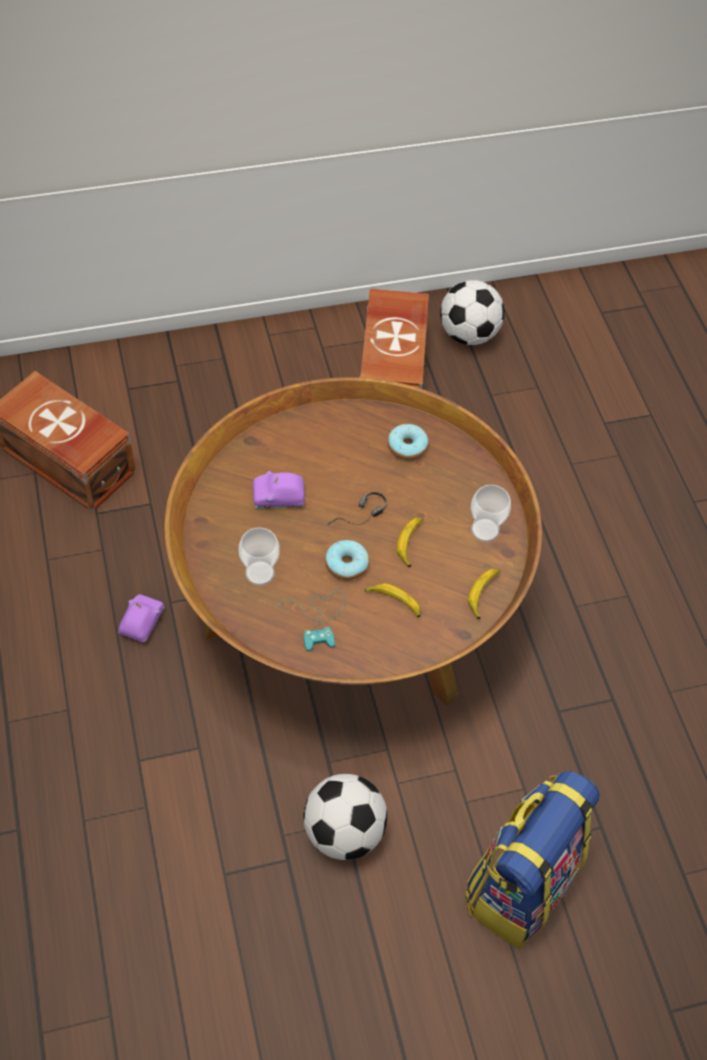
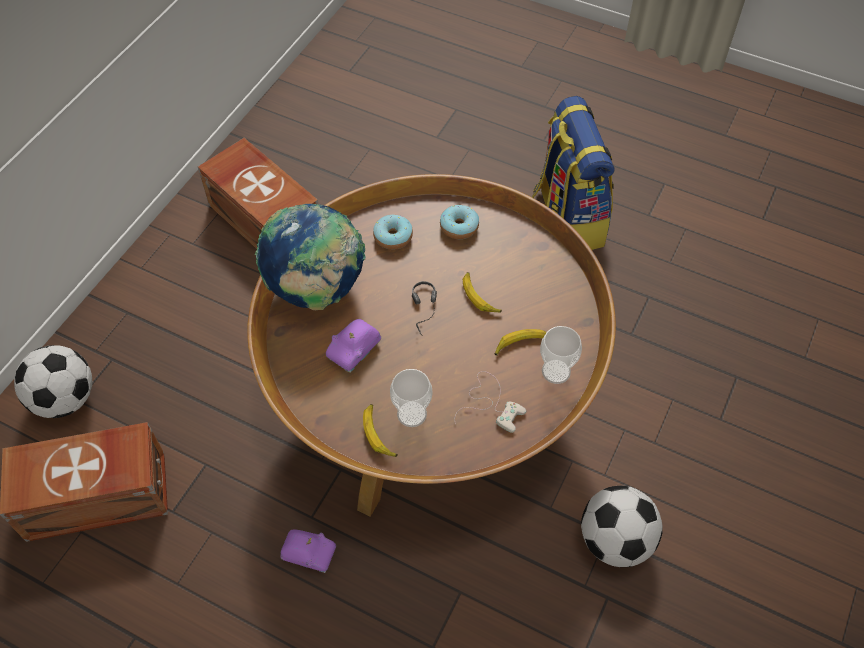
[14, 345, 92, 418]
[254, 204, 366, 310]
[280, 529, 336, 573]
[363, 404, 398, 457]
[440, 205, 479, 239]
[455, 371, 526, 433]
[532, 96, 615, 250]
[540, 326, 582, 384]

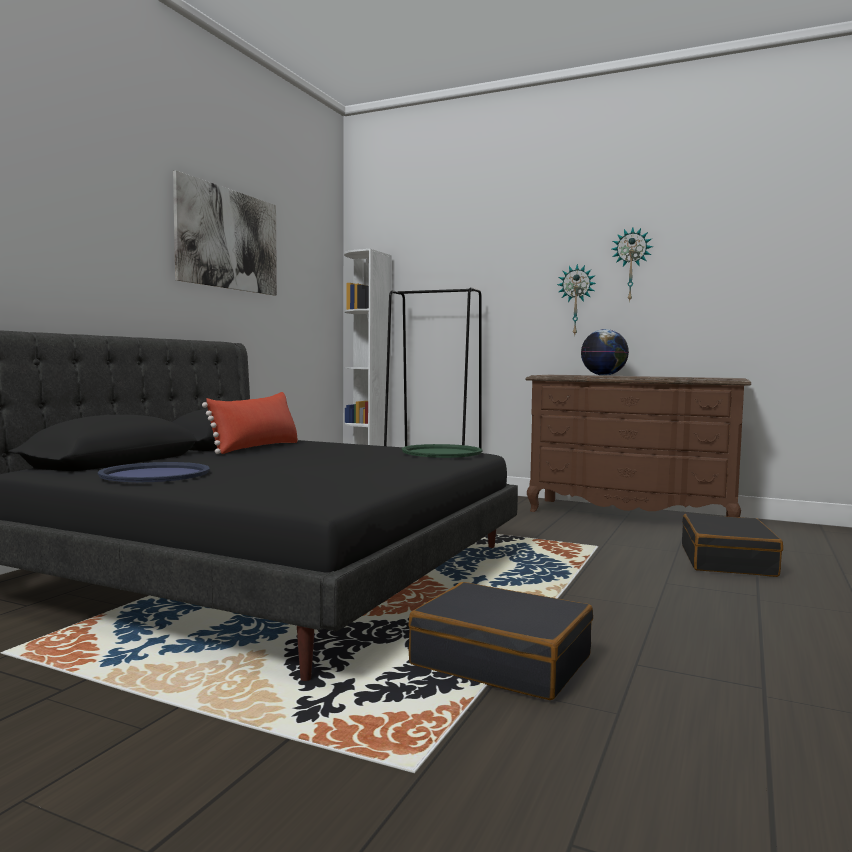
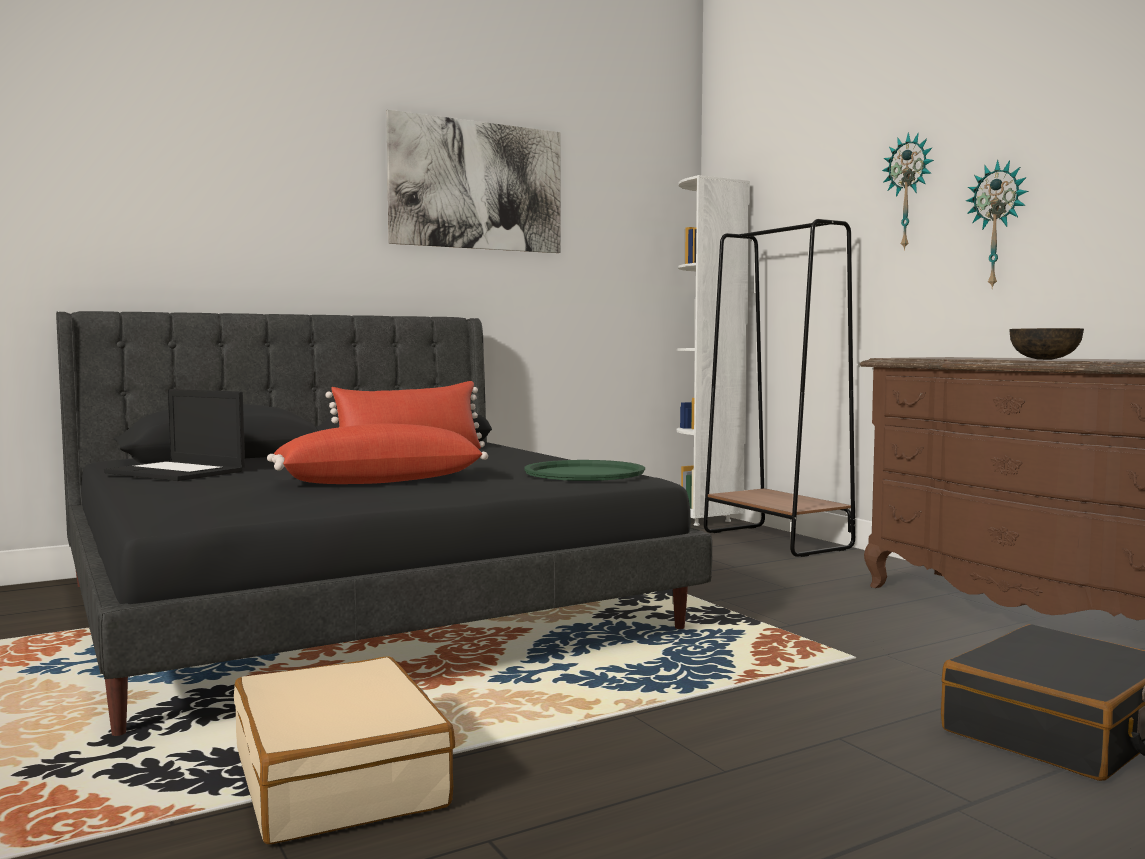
[104, 389, 245, 481]
[234, 656, 455, 844]
[267, 424, 488, 484]
[882, 132, 934, 251]
[1009, 328, 1084, 360]
[581, 329, 629, 376] (first image)

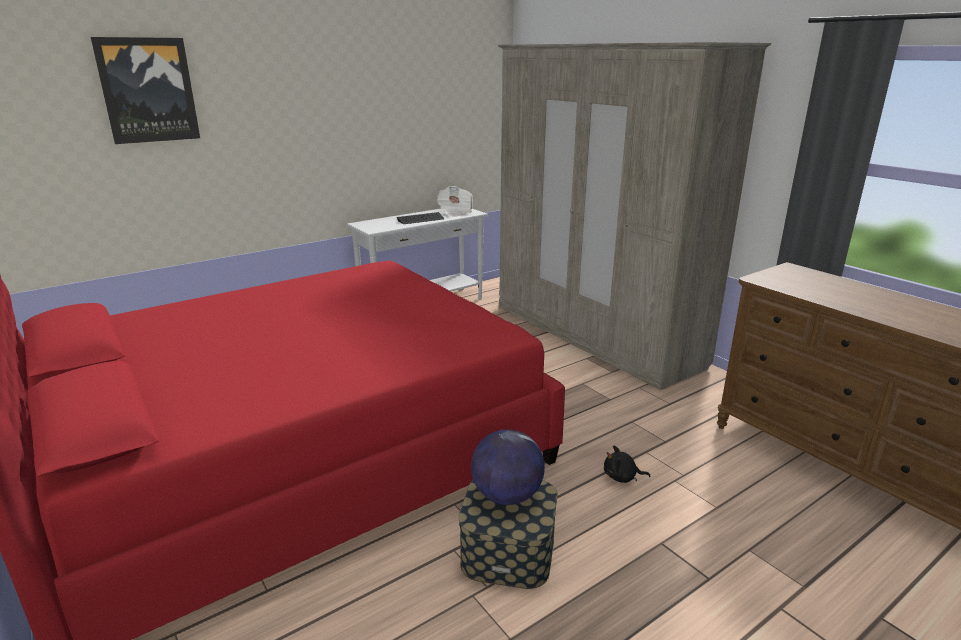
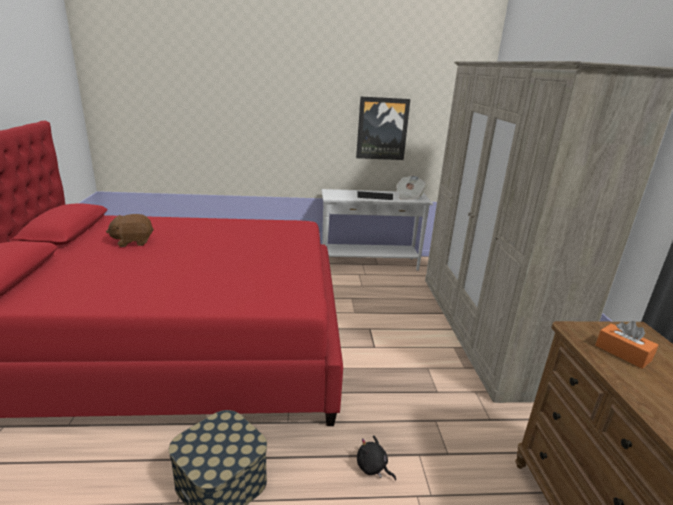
[106, 214, 154, 247]
[356, 97, 411, 160]
[595, 321, 659, 369]
[471, 429, 545, 505] (first image)

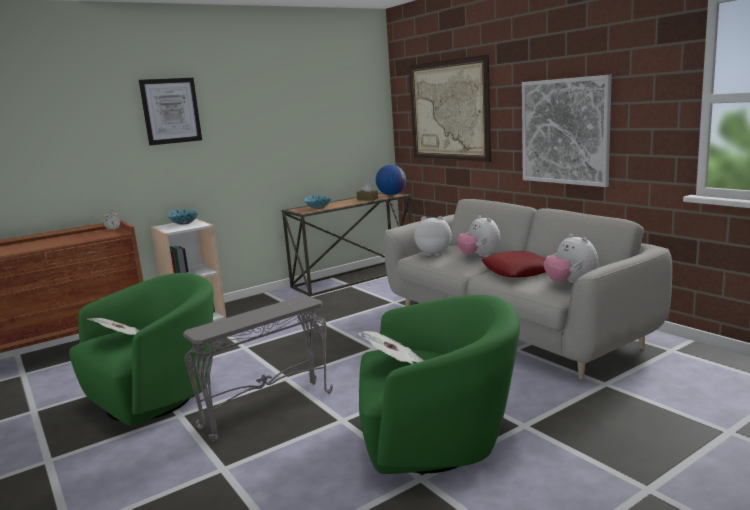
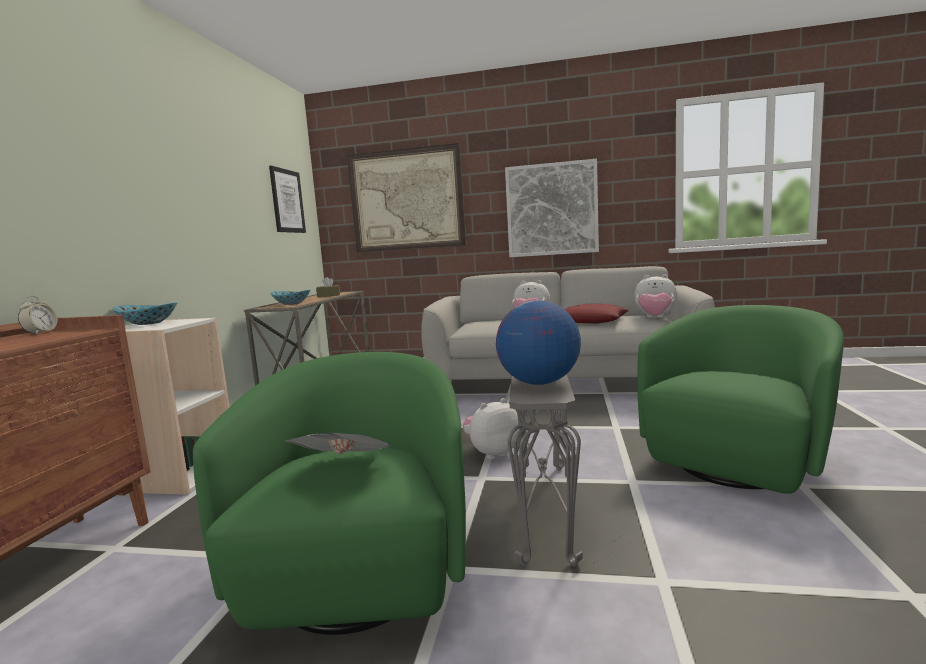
[269, 166, 306, 233]
[463, 398, 520, 459]
[496, 300, 581, 385]
[358, 331, 424, 364] (first image)

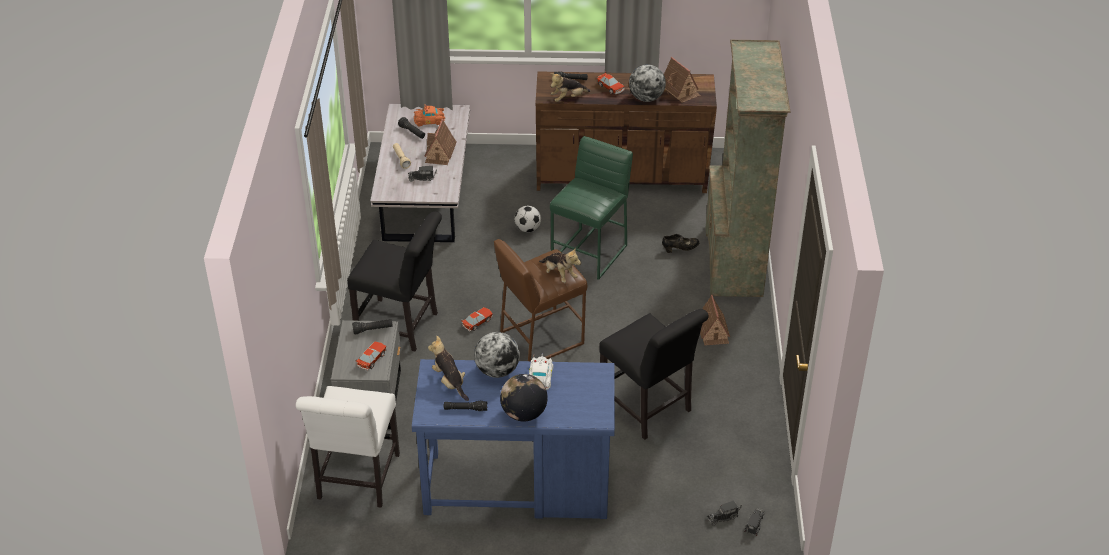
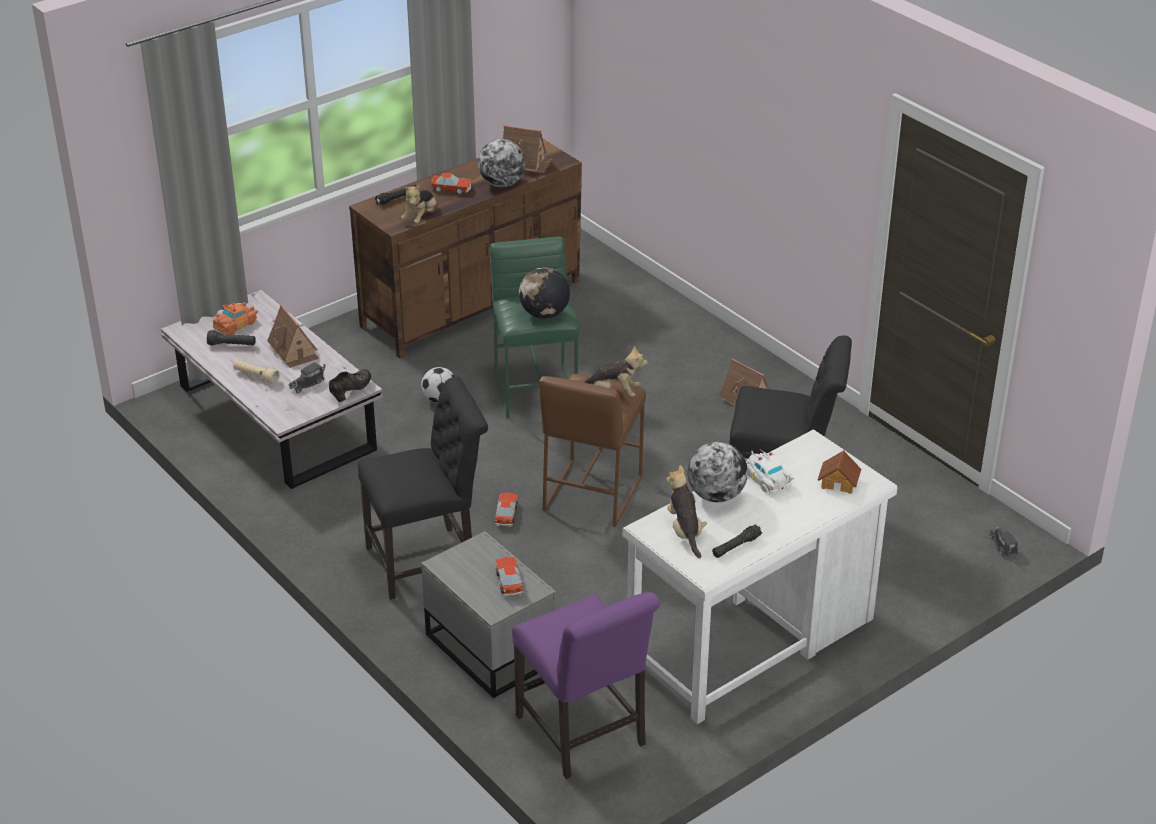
[329, 369, 371, 402]
[512, 592, 660, 779]
[519, 267, 570, 319]
[622, 429, 897, 724]
[666, 465, 707, 558]
[818, 450, 861, 494]
[352, 319, 393, 335] (first image)
[706, 40, 791, 297] (first image)
[707, 500, 742, 525] (first image)

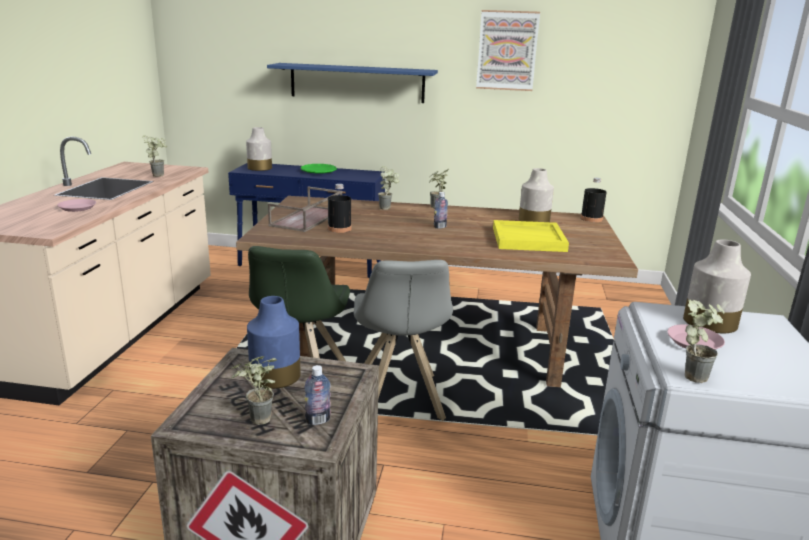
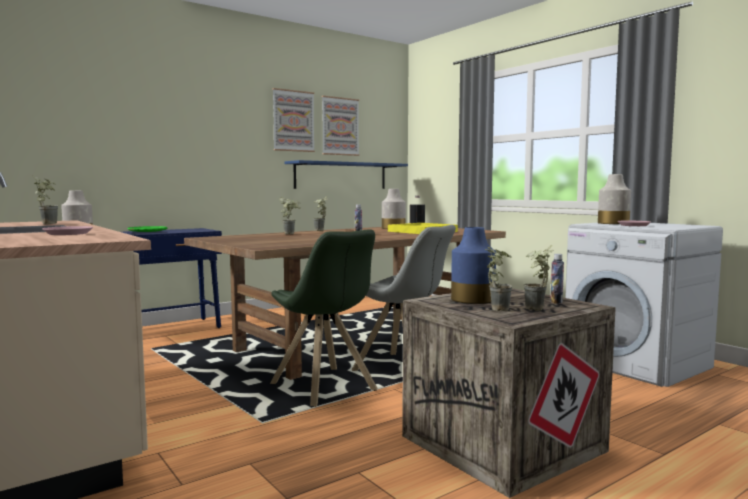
[285, 160, 408, 189]
[322, 96, 359, 156]
[485, 246, 513, 311]
[268, 186, 342, 232] (first image)
[328, 184, 352, 233] (first image)

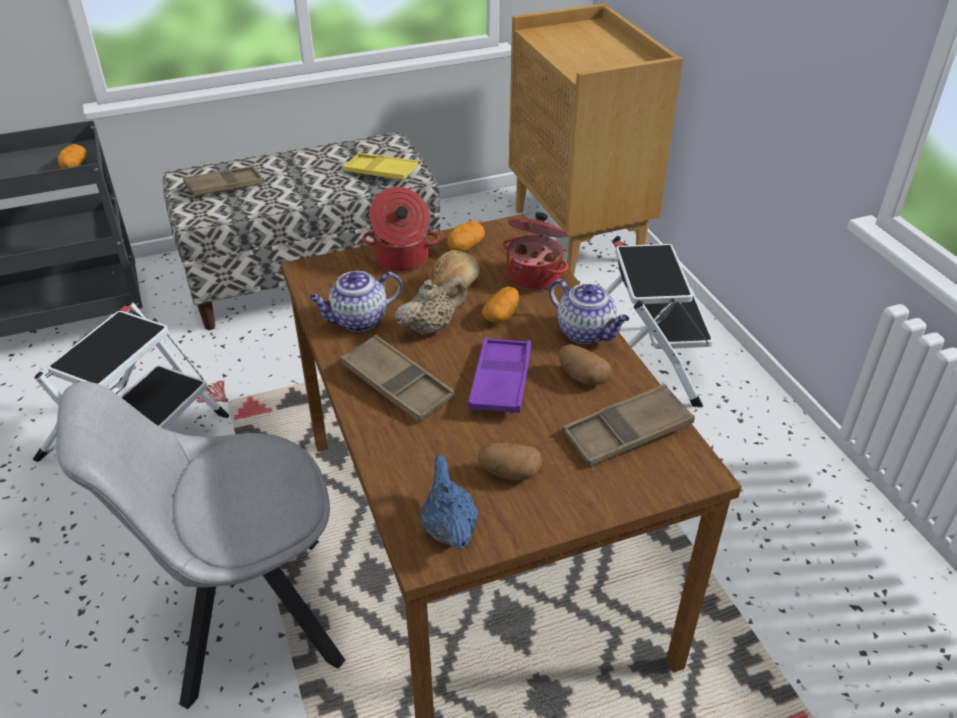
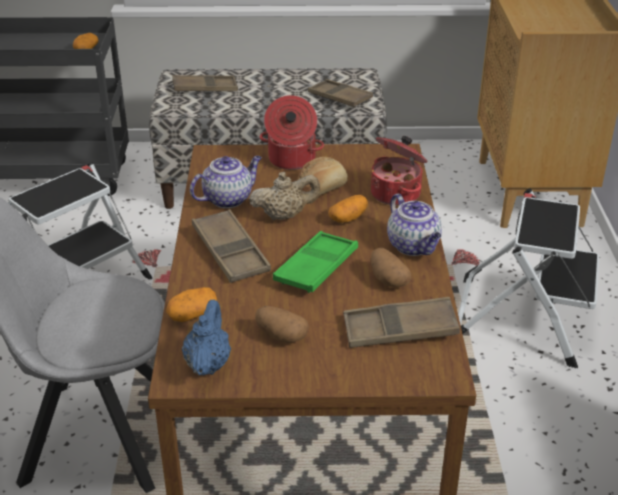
[166, 287, 217, 322]
[190, 156, 262, 208]
[273, 231, 358, 293]
[308, 79, 373, 108]

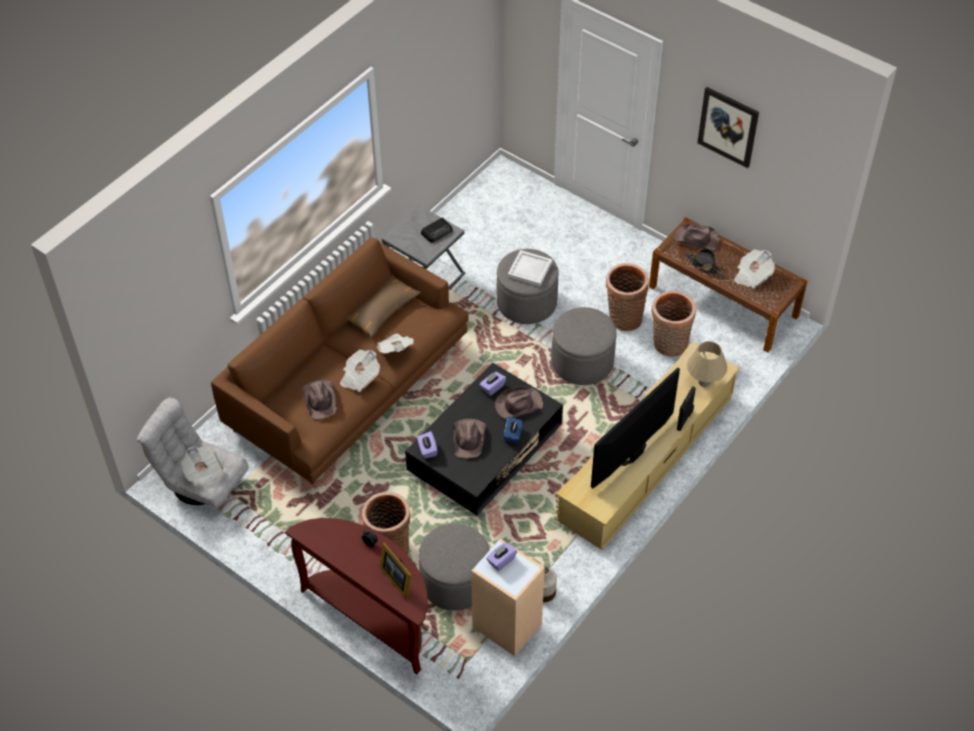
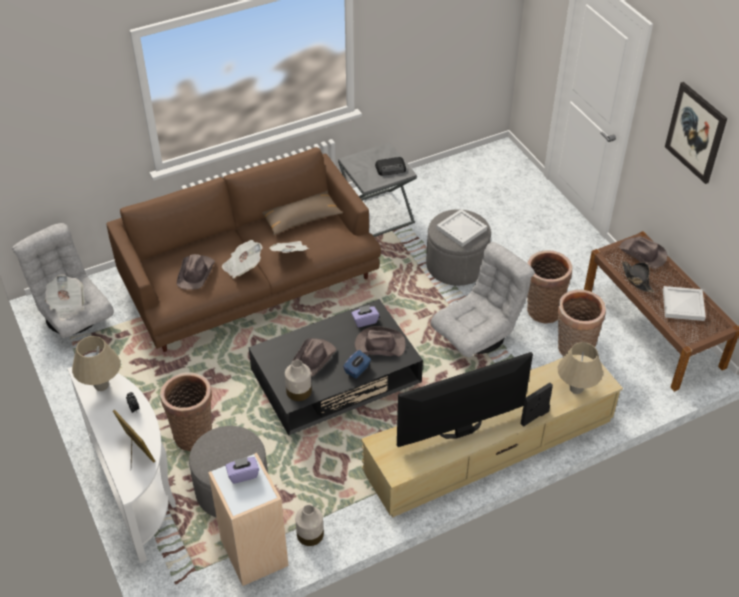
[67, 367, 176, 563]
[72, 336, 120, 391]
[113, 410, 155, 467]
[285, 360, 312, 401]
[431, 242, 535, 357]
[663, 286, 706, 321]
[417, 431, 438, 459] (first image)

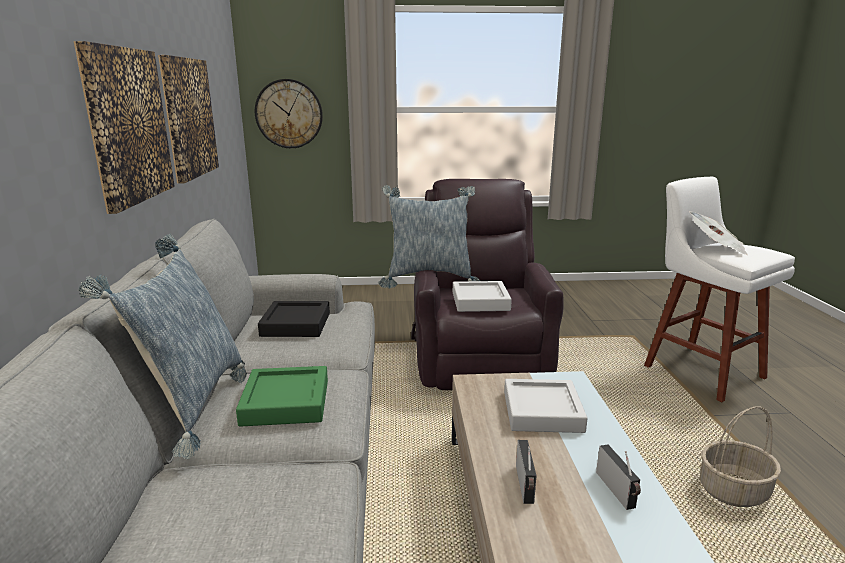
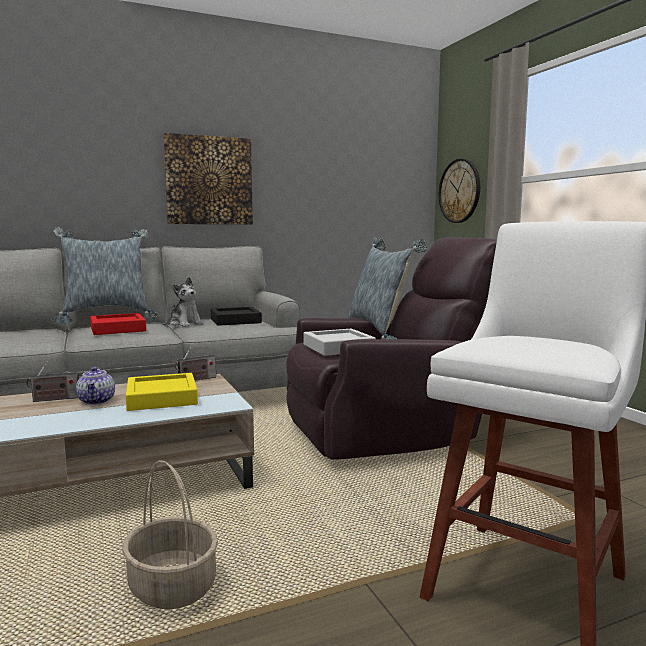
[76, 367, 115, 405]
[90, 313, 146, 335]
[126, 373, 198, 411]
[170, 277, 203, 327]
[174, 347, 216, 381]
[158, 55, 219, 184] (first image)
[689, 211, 748, 255] (first image)

